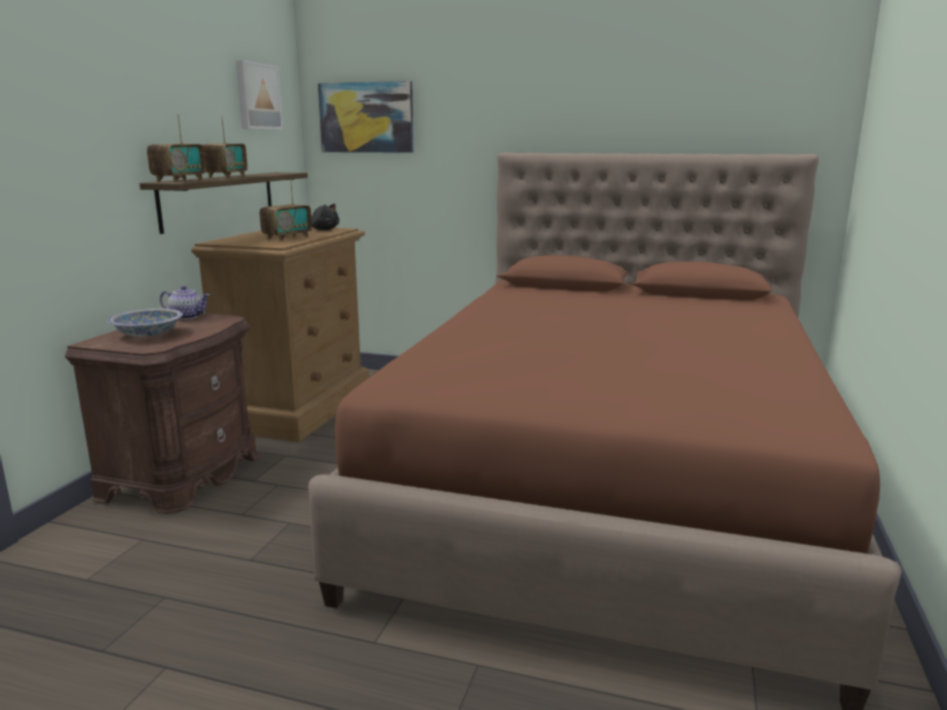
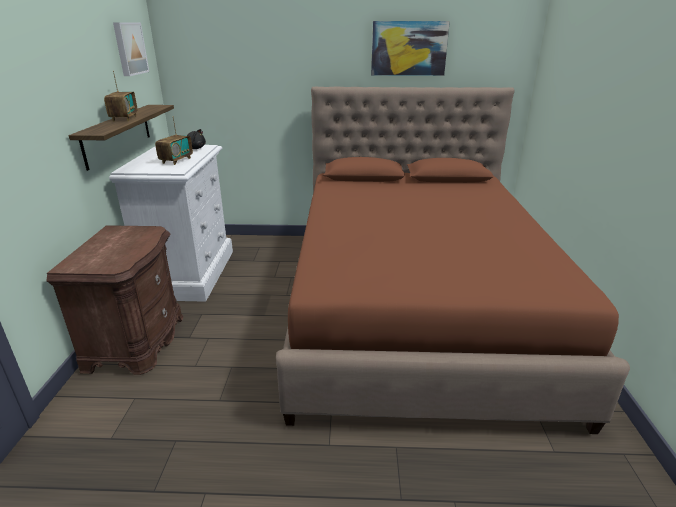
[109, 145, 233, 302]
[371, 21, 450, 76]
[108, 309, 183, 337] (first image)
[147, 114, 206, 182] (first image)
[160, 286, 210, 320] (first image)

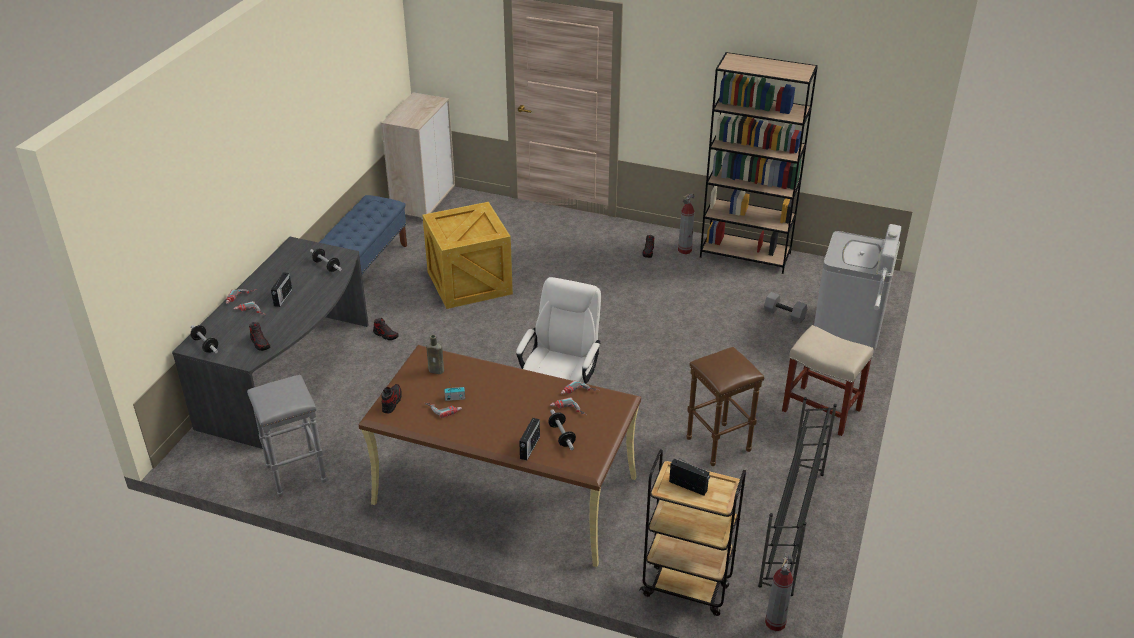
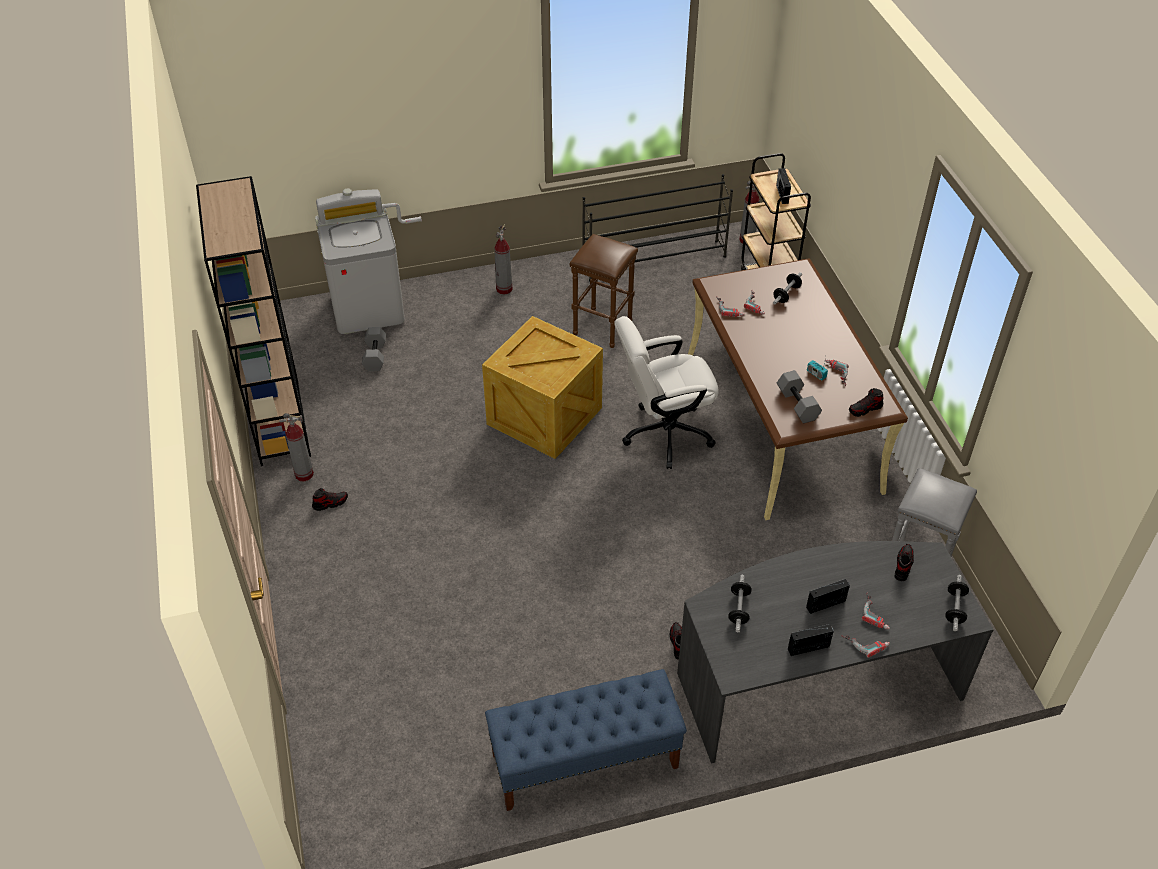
[482, 316, 603, 459]
[494, 224, 512, 295]
[777, 370, 822, 423]
[788, 624, 834, 656]
[381, 92, 455, 220] (first image)

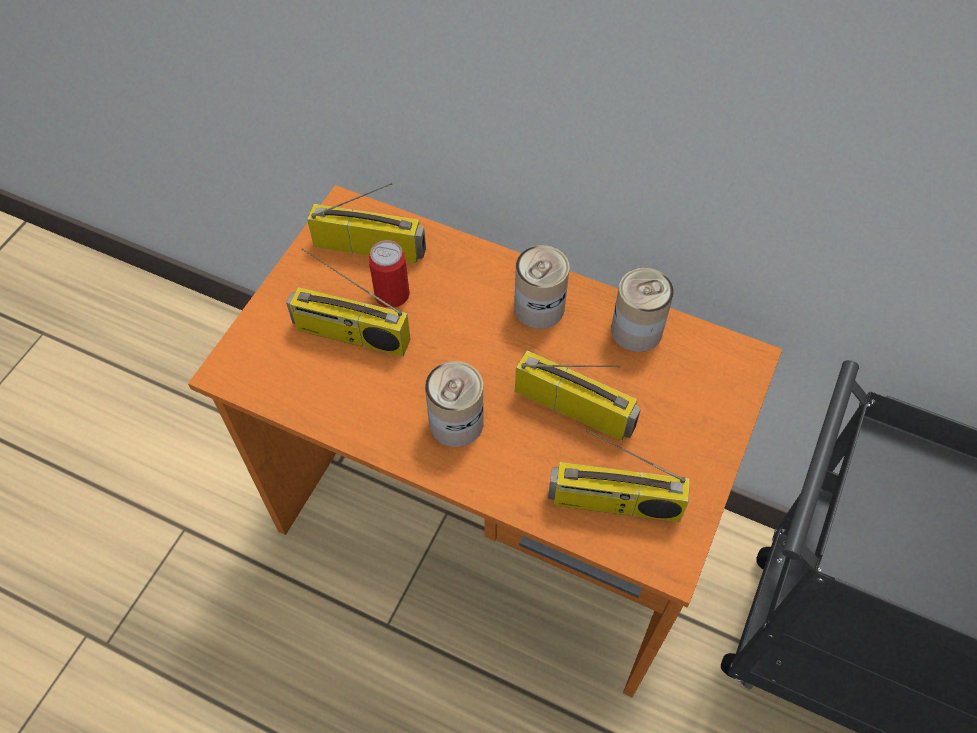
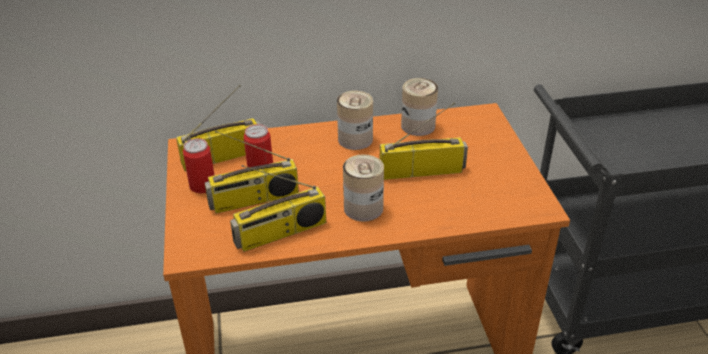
[183, 138, 214, 194]
[230, 165, 326, 252]

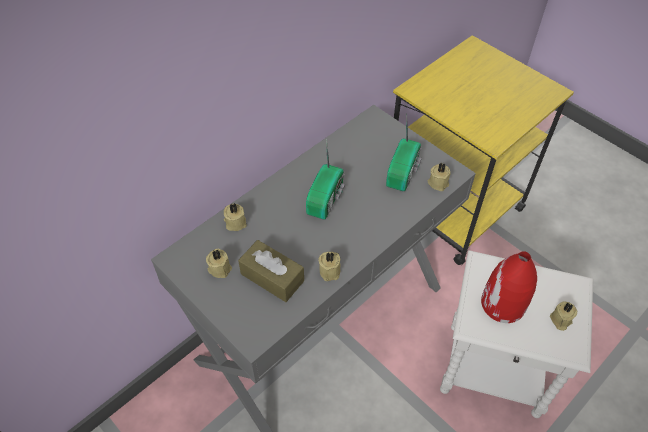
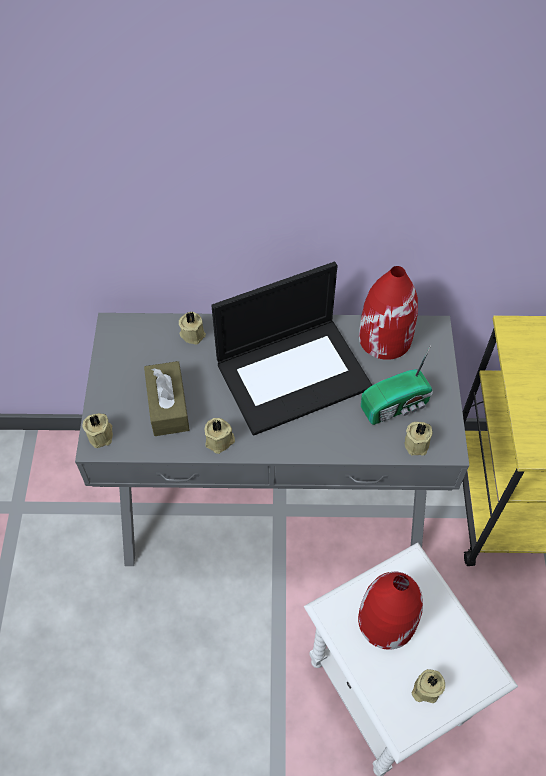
[82, 413, 113, 448]
[211, 262, 372, 436]
[359, 266, 418, 360]

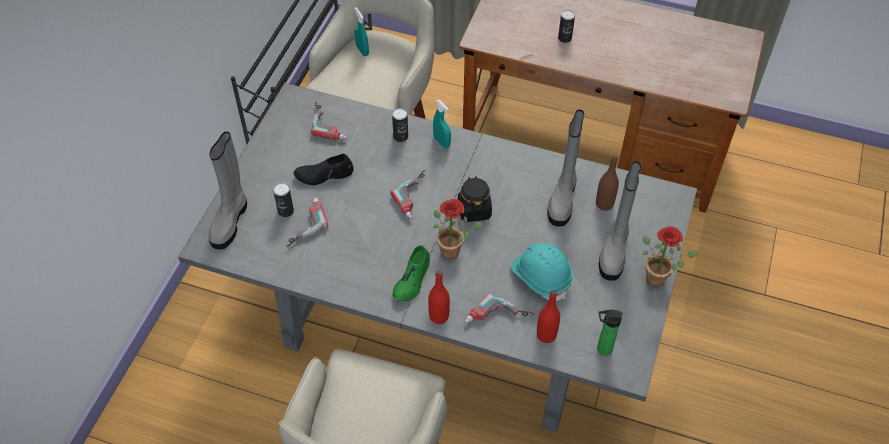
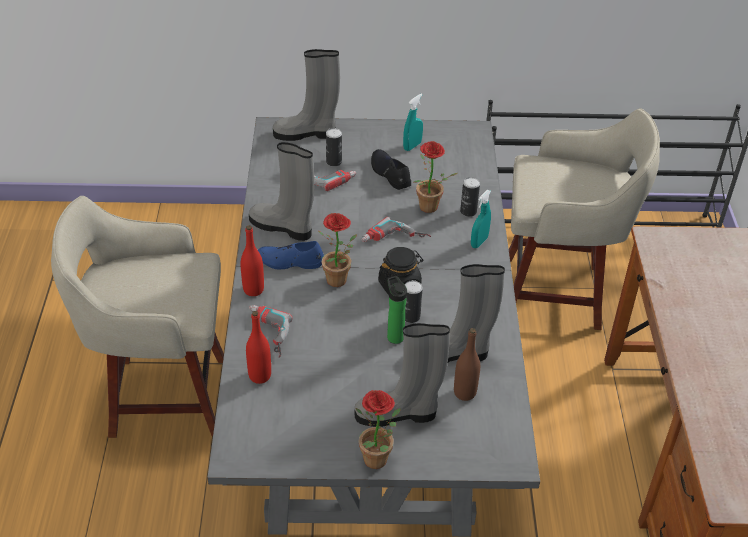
[249, 142, 314, 241]
[258, 241, 324, 269]
[387, 276, 407, 344]
[403, 94, 423, 151]
[405, 280, 423, 323]
[414, 141, 458, 213]
[311, 101, 347, 140] (first image)
[511, 243, 573, 301] (first image)

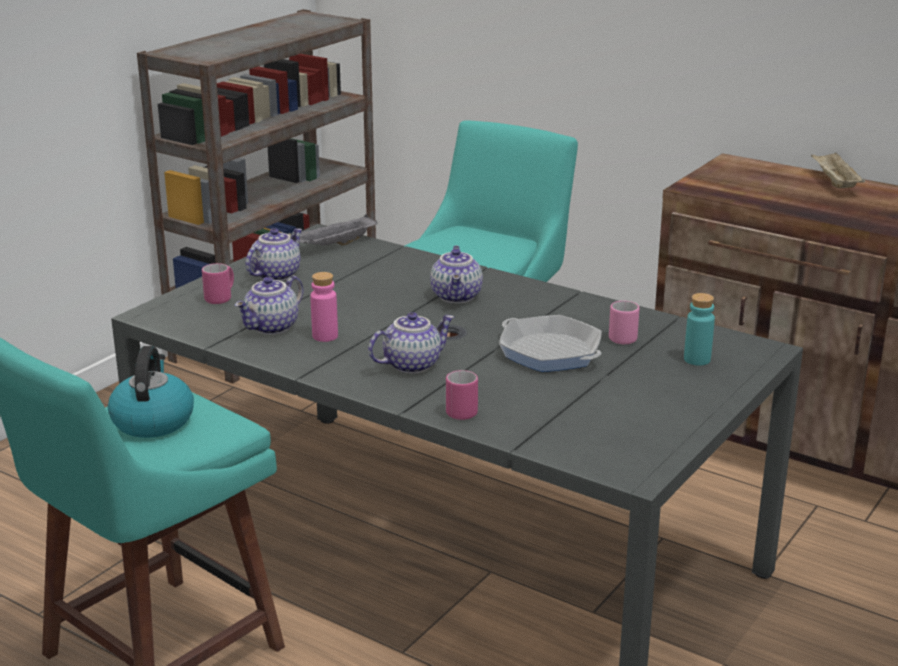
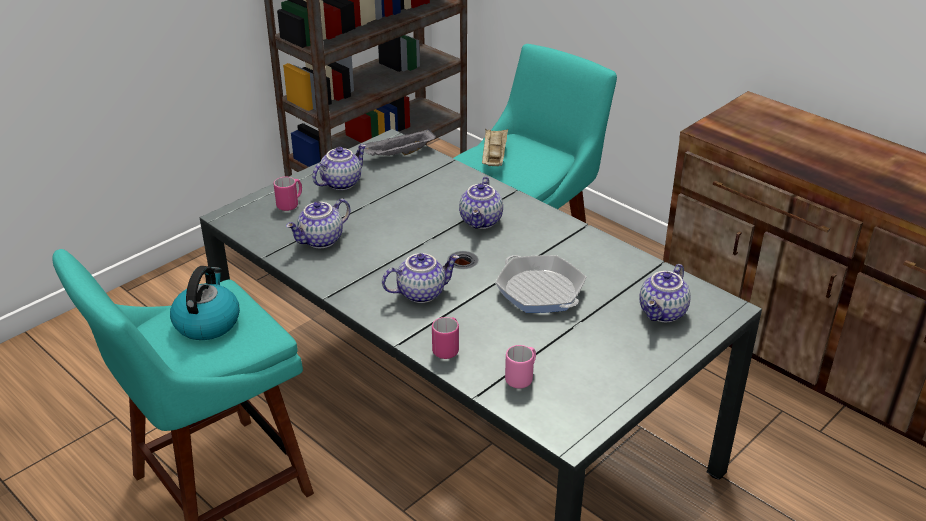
[482, 129, 508, 166]
[505, 345, 536, 388]
[639, 264, 691, 322]
[310, 272, 338, 342] (first image)

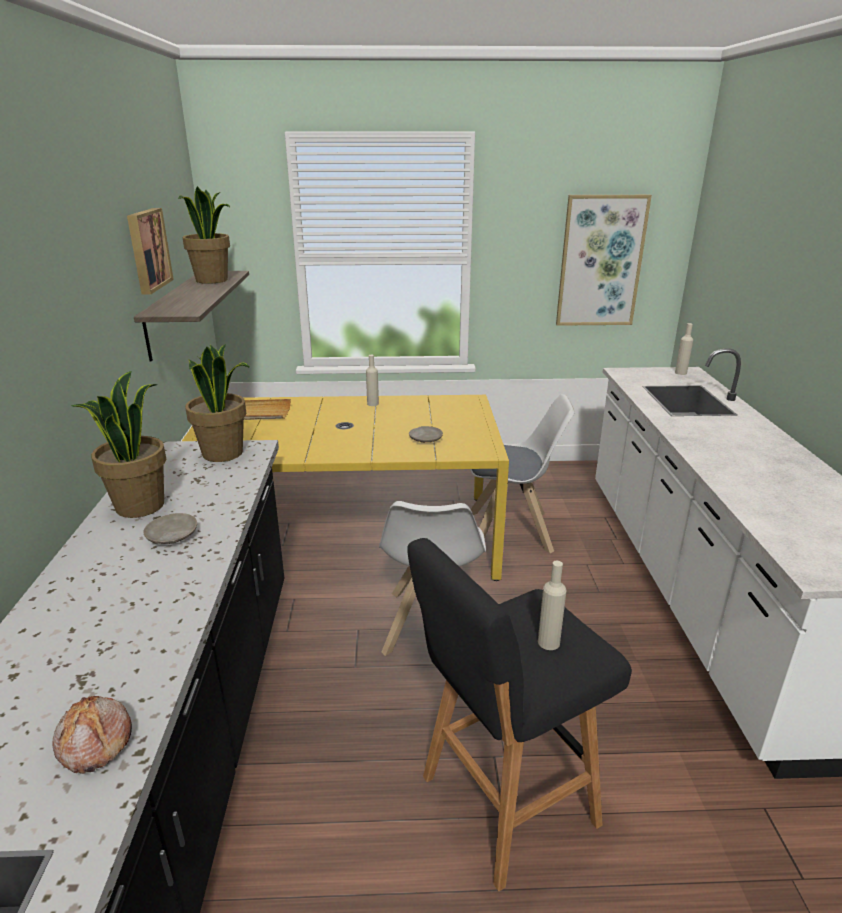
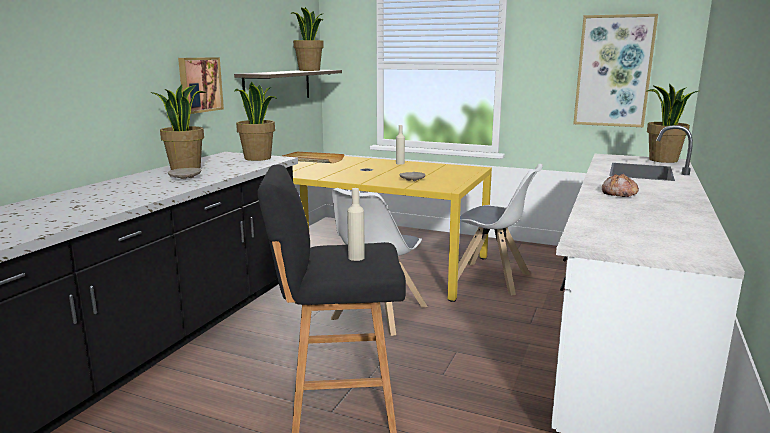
[178, 57, 224, 114]
[602, 174, 639, 197]
[647, 83, 698, 163]

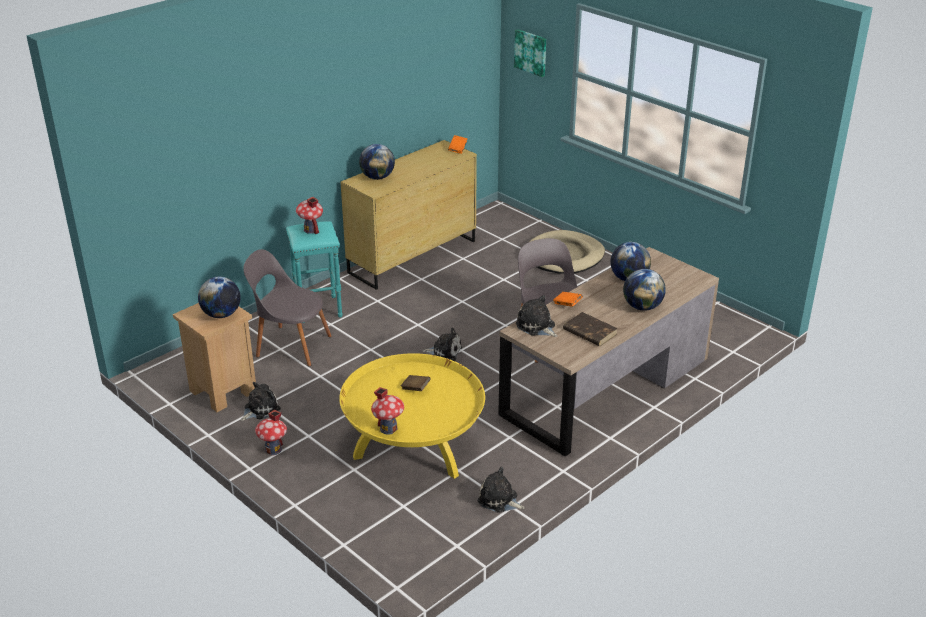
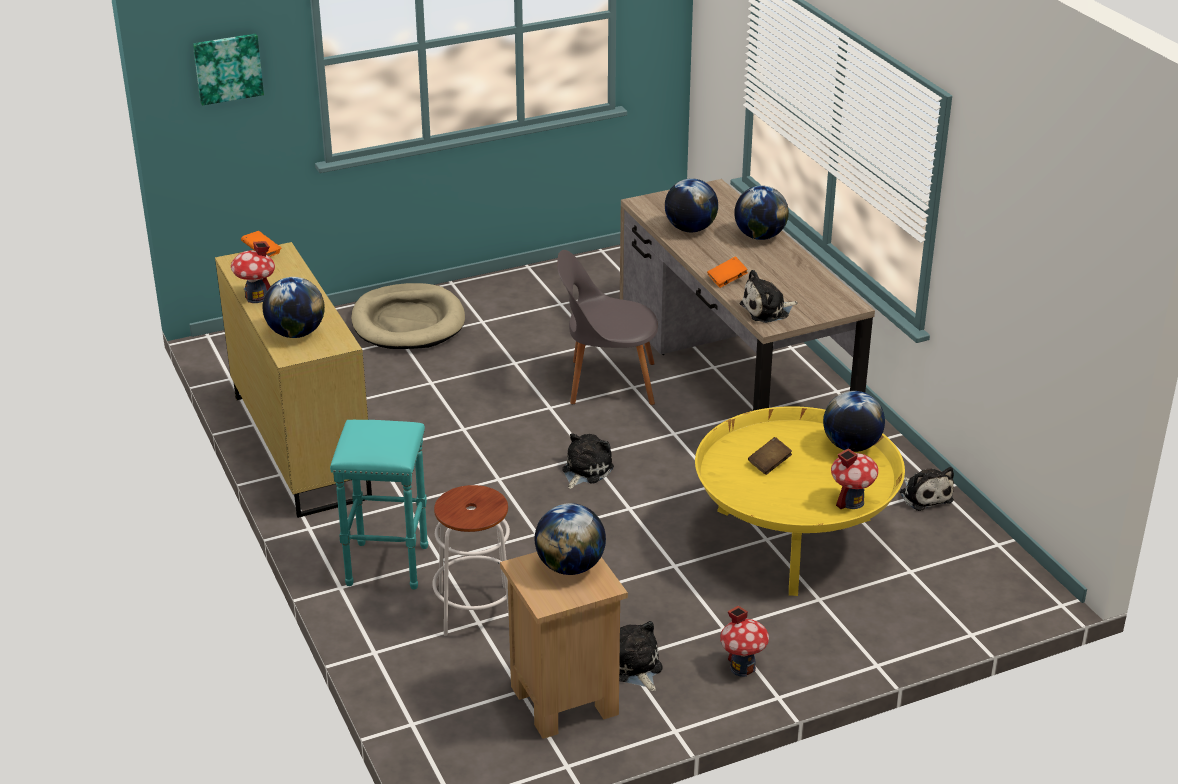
[231, 241, 275, 303]
[432, 485, 510, 636]
[823, 391, 885, 452]
[899, 467, 954, 511]
[563, 312, 618, 346] (first image)

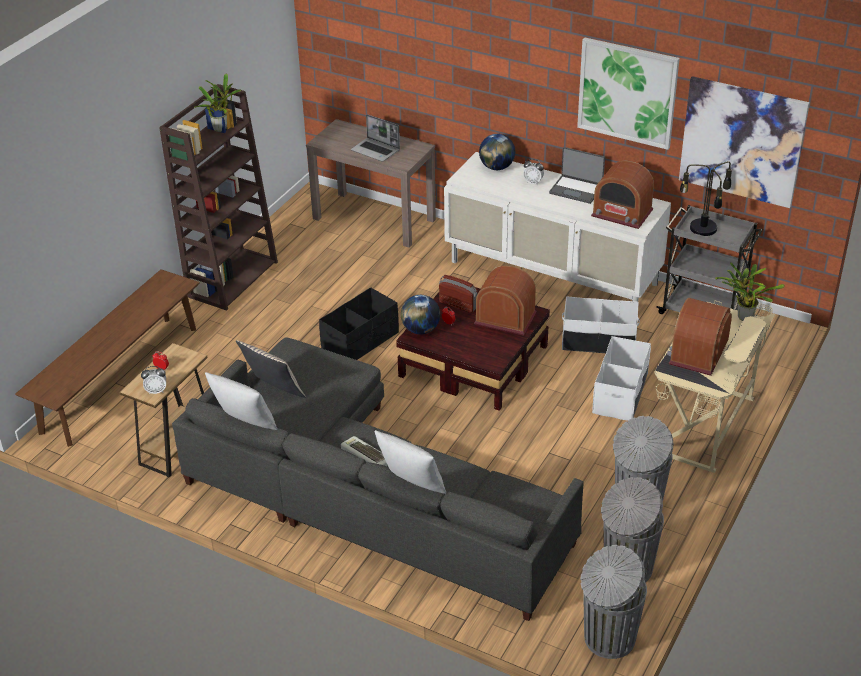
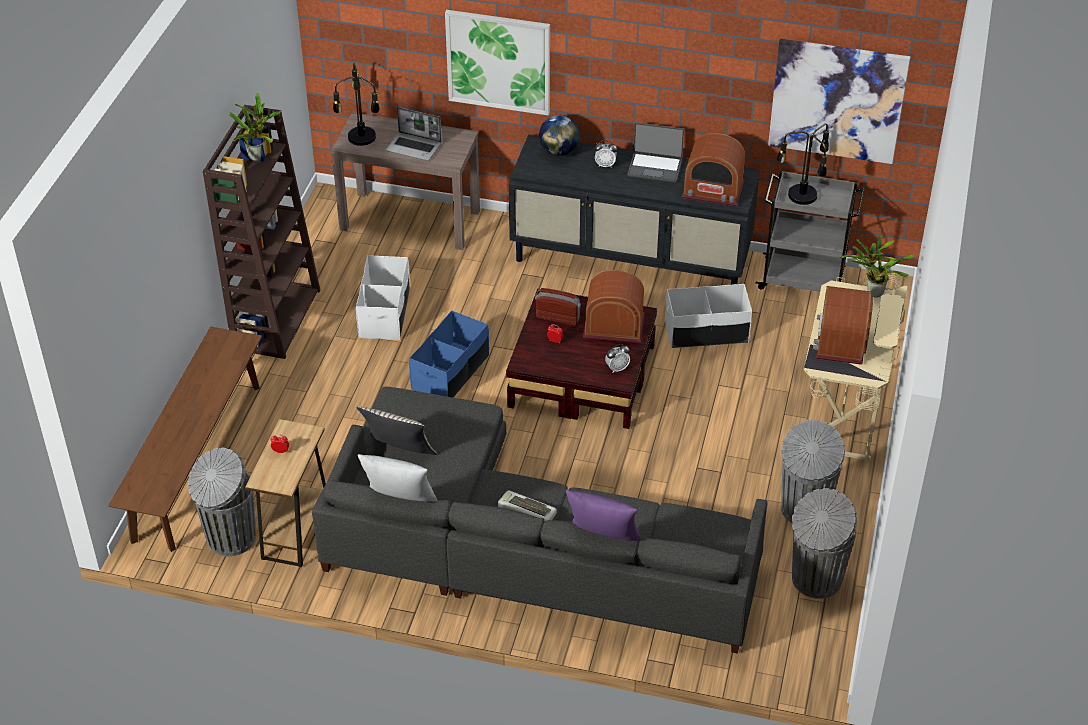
[188, 447, 256, 556]
[333, 63, 379, 146]
[356, 255, 410, 340]
[409, 311, 489, 398]
[445, 10, 550, 116]
[509, 135, 760, 285]
[566, 490, 641, 541]
[605, 344, 630, 372]
[401, 295, 440, 334] (first image)

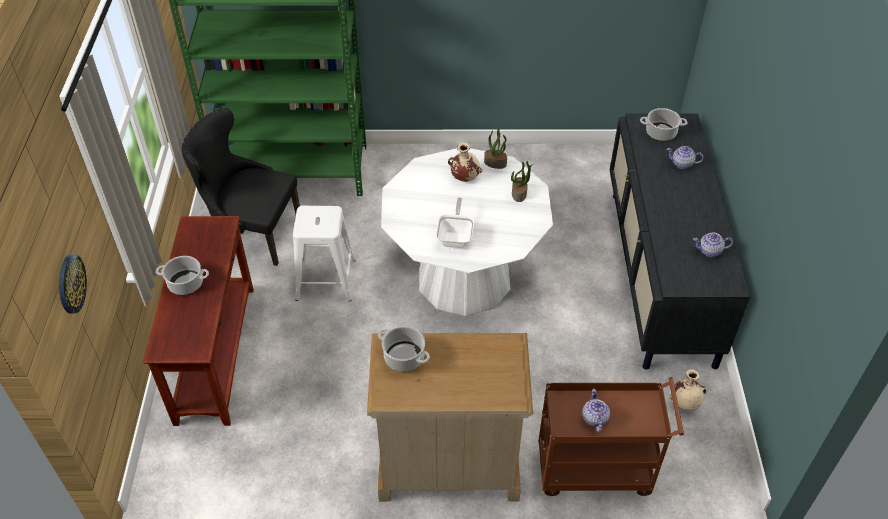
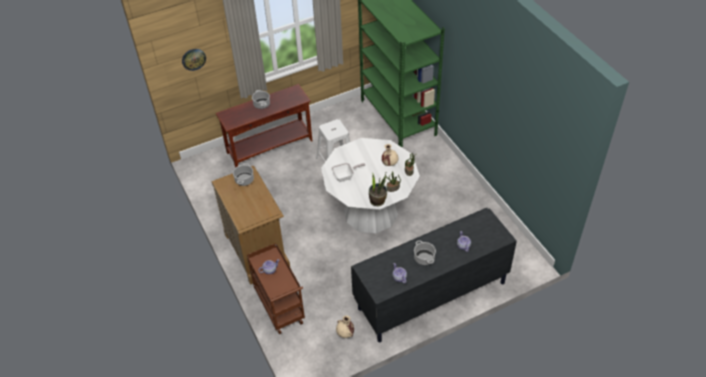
[369, 173, 387, 206]
[414, 240, 436, 265]
[182, 108, 300, 266] (first image)

